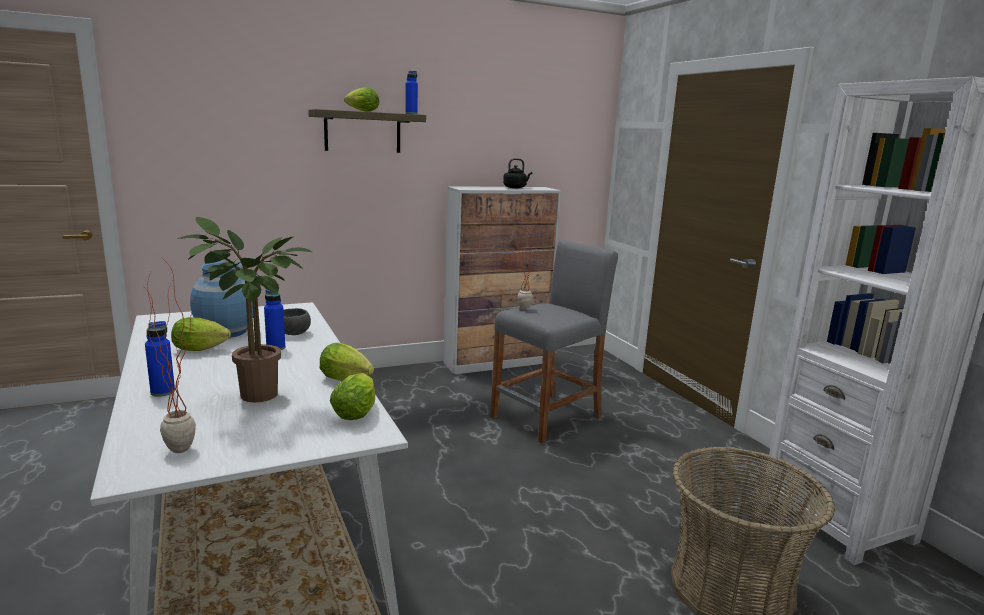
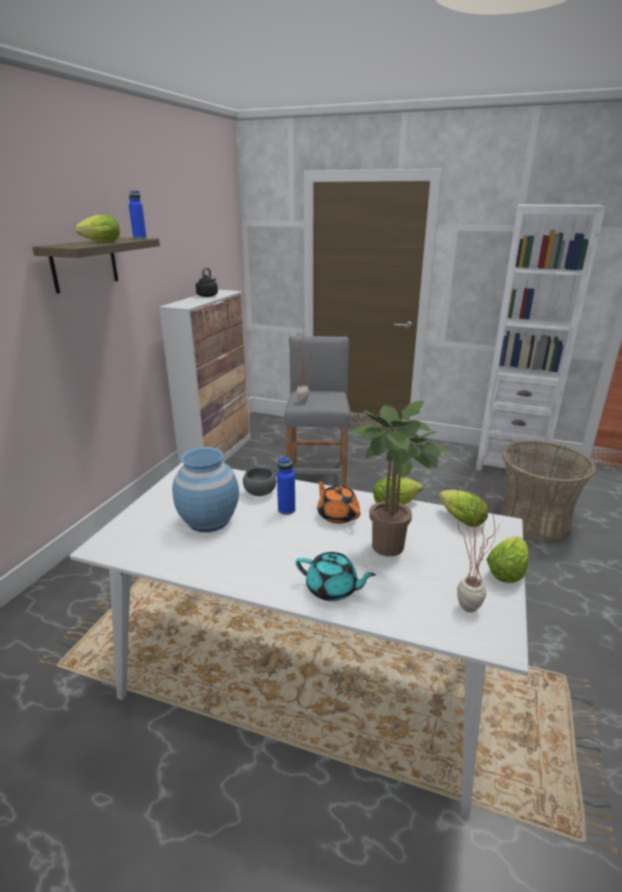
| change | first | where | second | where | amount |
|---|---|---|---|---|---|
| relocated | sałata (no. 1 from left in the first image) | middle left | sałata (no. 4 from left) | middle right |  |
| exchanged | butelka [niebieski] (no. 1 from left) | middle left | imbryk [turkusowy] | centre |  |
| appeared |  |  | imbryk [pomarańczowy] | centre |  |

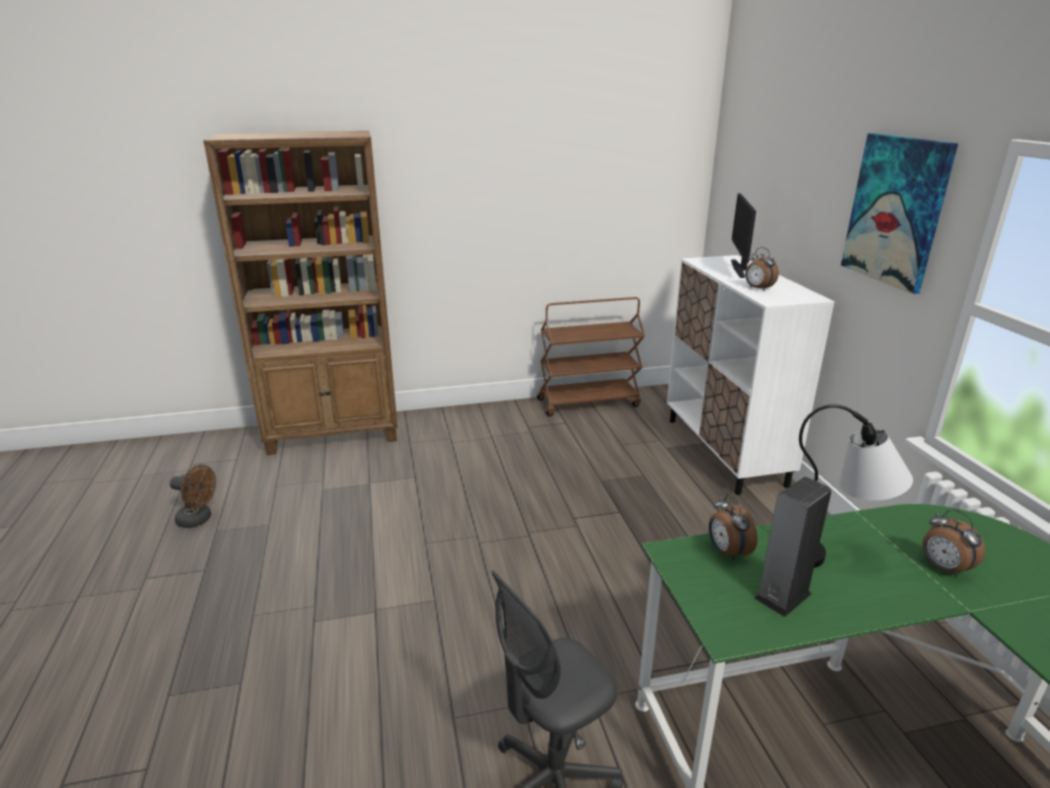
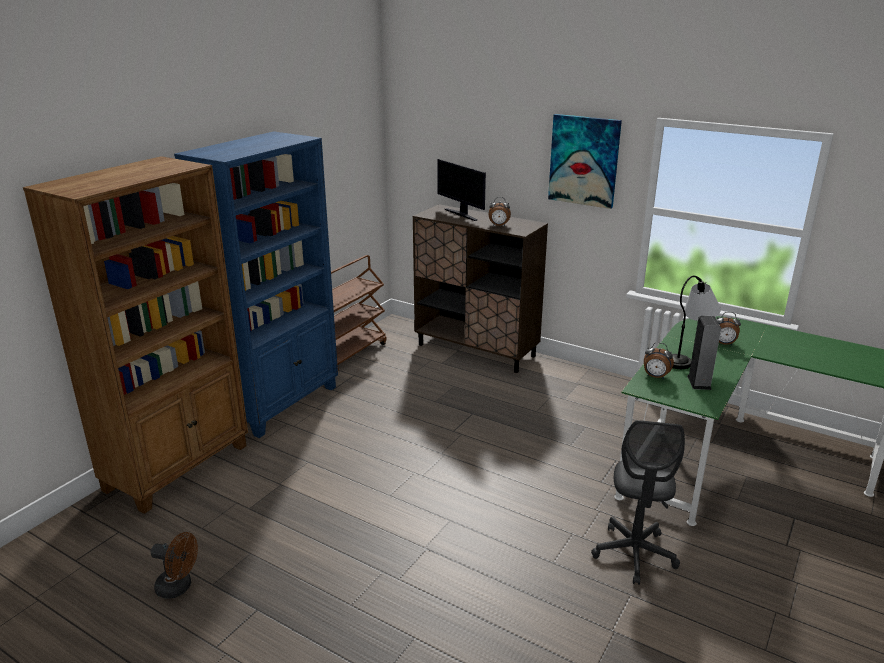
| change | first | where | second | where | amount |
|---|---|---|---|---|---|
| colour | szafka [biały] | middle right | szafka [brązowy] | centre |  |
| spun | wentylator [brązowy] | middle left |  | bottom left | 45 degrees clockwise |
| appeared |  |  | regał [niebieski] | middle left |  |

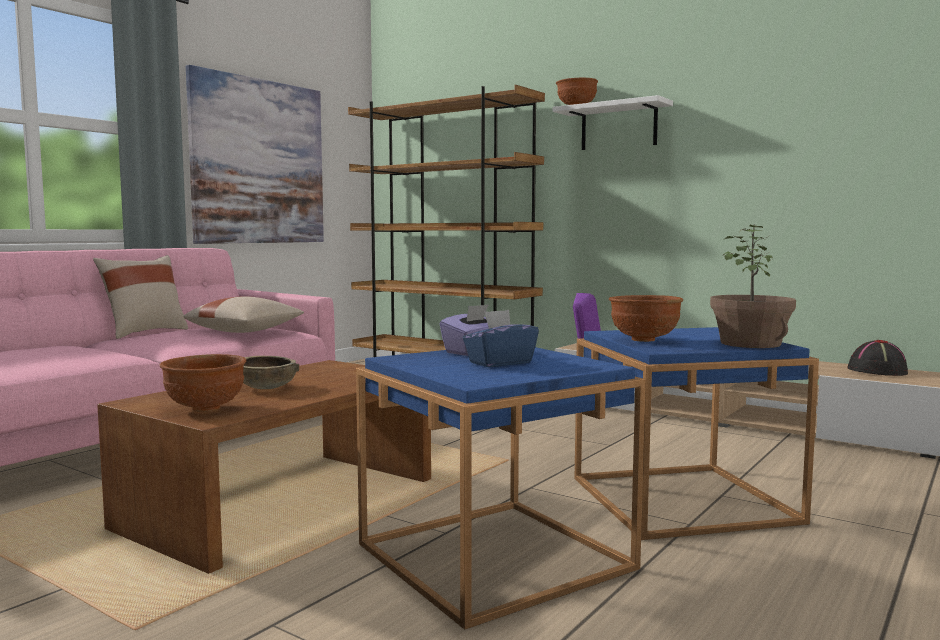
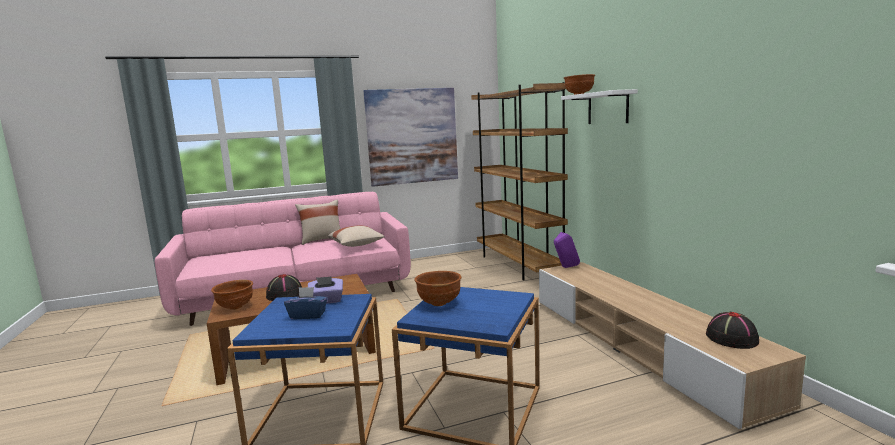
| change | first | where | second | where | amount |
|---|---|---|---|---|---|
| missing | roślina doniczkowa | middle right |  |  |  |
| exchanged | miska [brązowy] (no. 2 from left) | middle left | kapelusz [czarny] (no. 1 from left) | middle left |  |

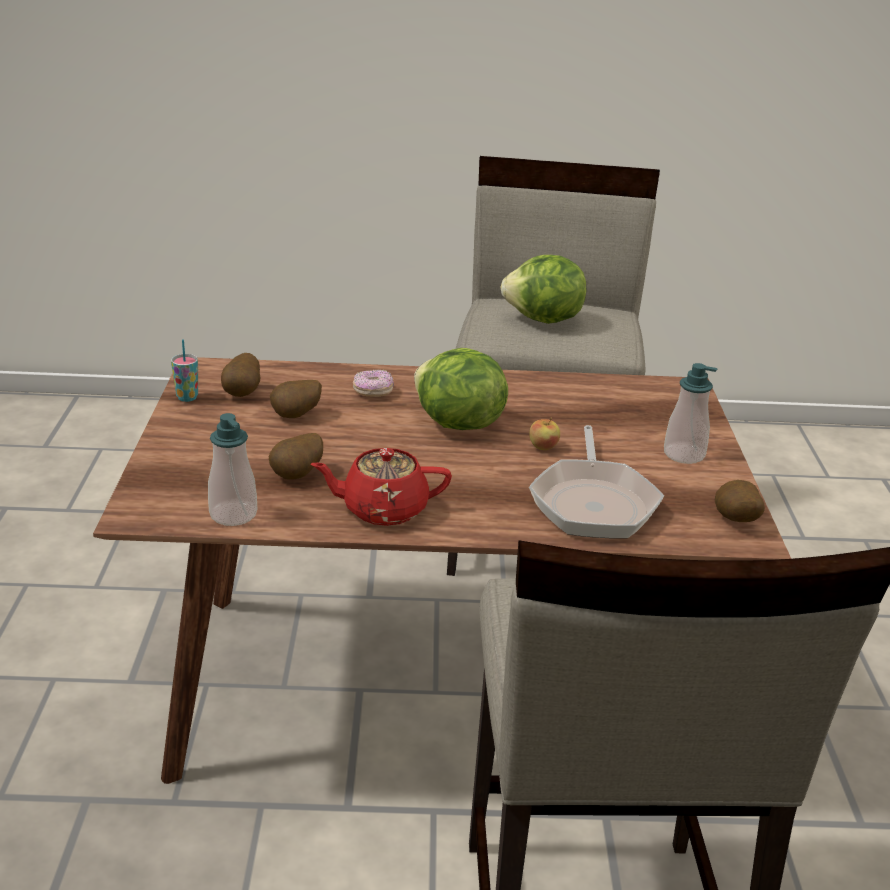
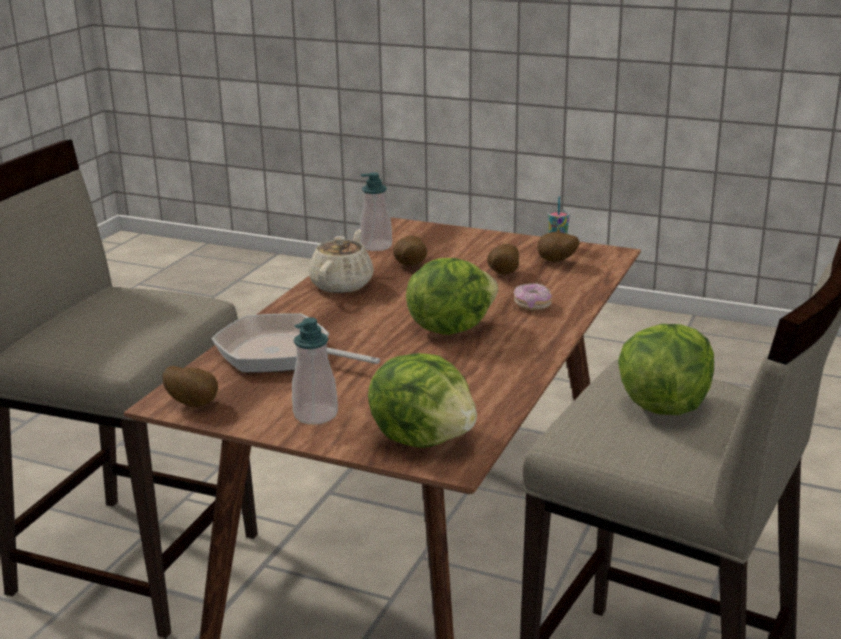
| change | first | where | second | where | amount |
|---|---|---|---|---|---|
| missing | jabłko | centre |  |  |  |
| colour | imbryk [czerwony] | centre | imbryk [beżowy] | centre |  |
| appeared |  |  | sałata (no. 1 from left) | centre |  |

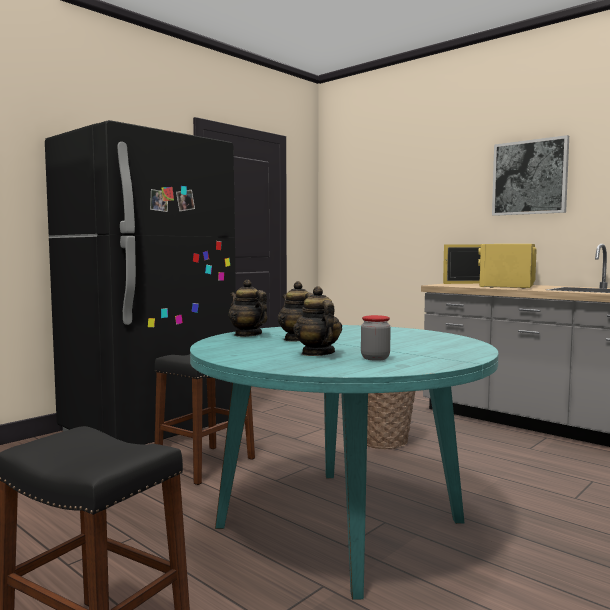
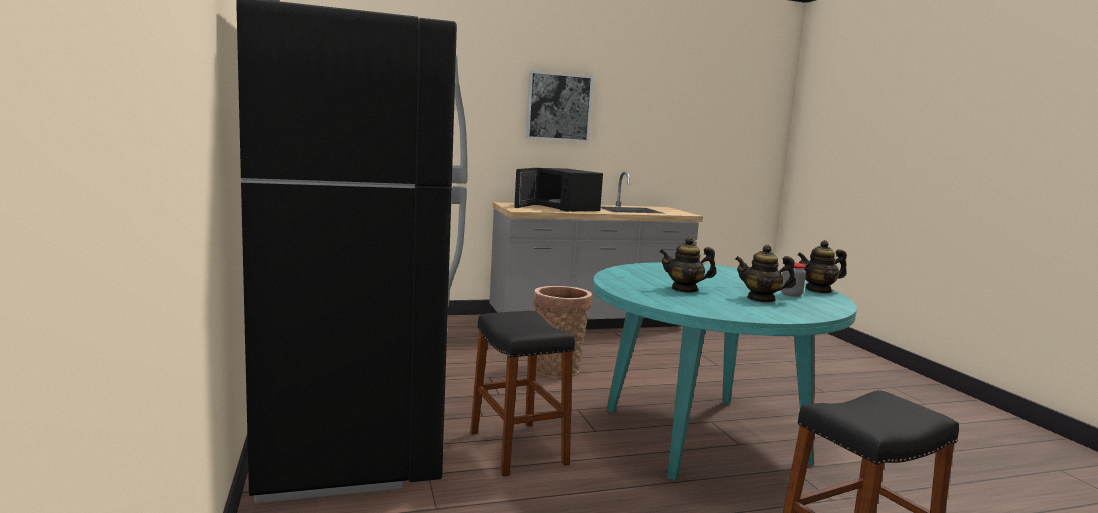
| change | first | where | second | where | amount |
|---|---|---|---|---|---|
| colour | mikrofalówka [żółty] | middle right | mikrofalówka [czarny] | centre |  |
| relocated | imbryk (no. 1 from left in the first image) | centre | imbryk (no. 3 from left) | middle right |  |

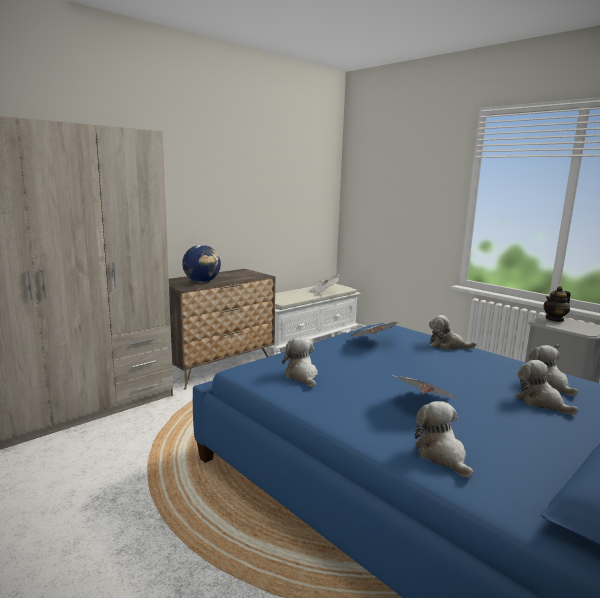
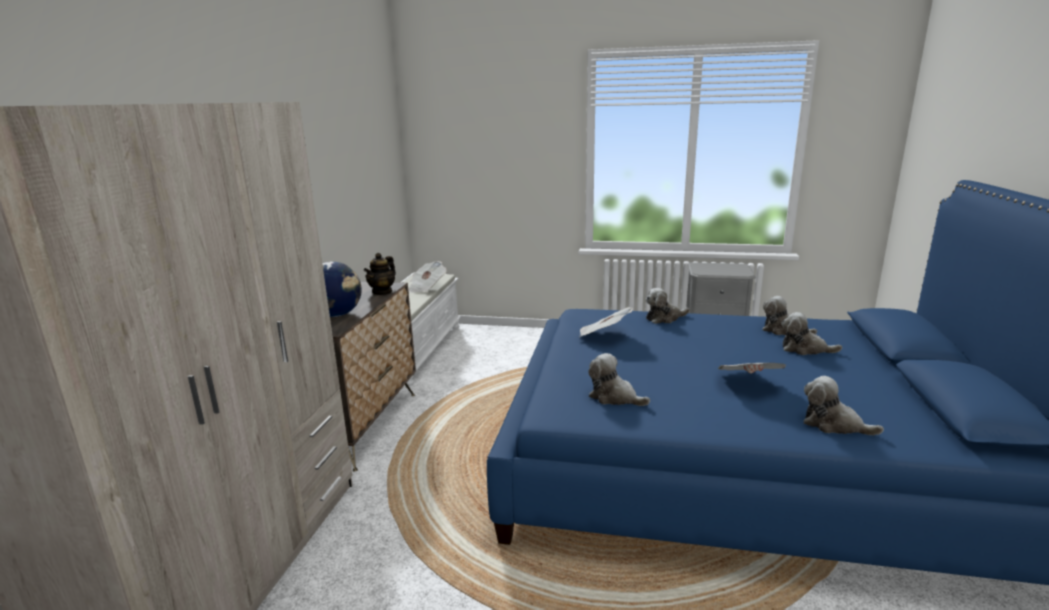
| change | first | where | second | where | amount |
|---|---|---|---|---|---|
| relocated | imbryk | middle right |  | centre |  |

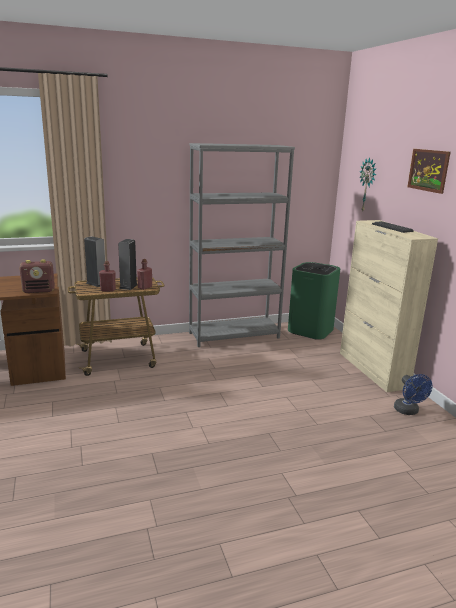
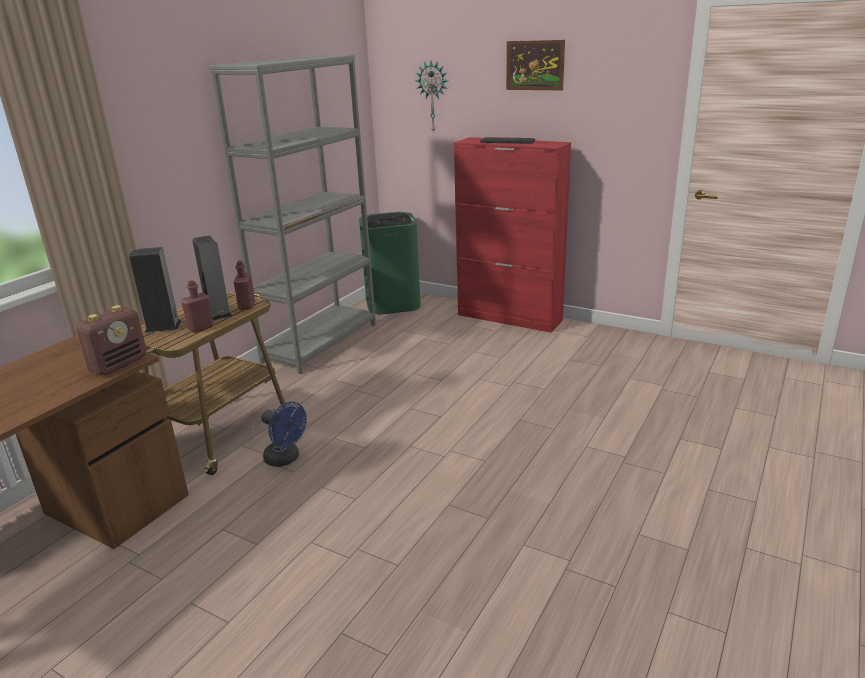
| change | first | where | second | where | amount |
|---|---|---|---|---|---|
| colour | szafka [beżowy] | middle right | szafka [czerwony] | centre |  |
| relocated | wentylator [niebieski] | middle right |  | middle left |  |

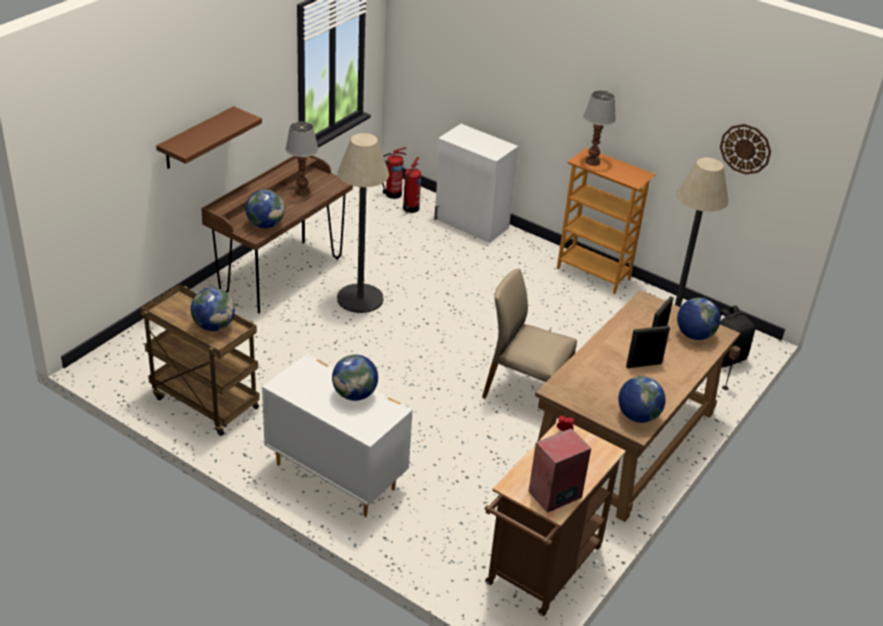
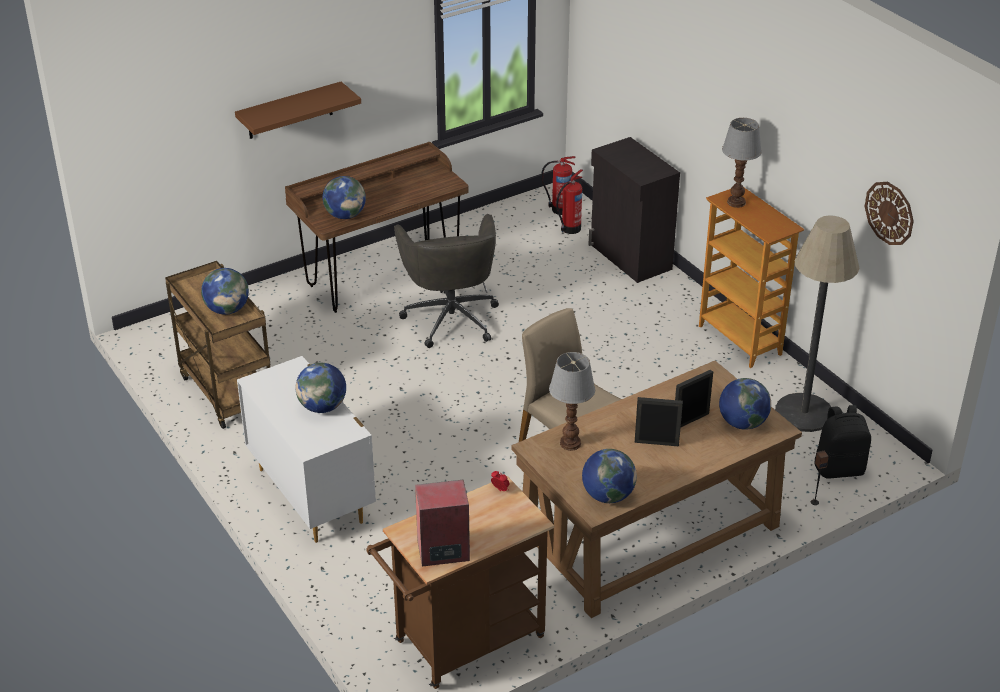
| change | first | where | second | where | amount |
|---|---|---|---|---|---|
| relocated | lampa stołowa (no. 1 from left) | top centre |  | centre |  |
| colour | szafka [biały] | top centre | szafka [czarny] | top centre |  |
| exchanged | lampa stojąca (no. 1 from left) | centre | krzesło biurowe [szary] | centre |  |

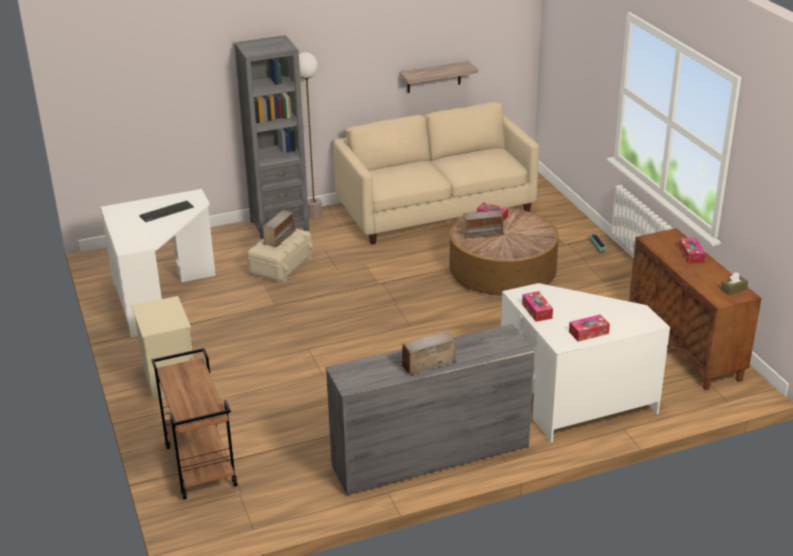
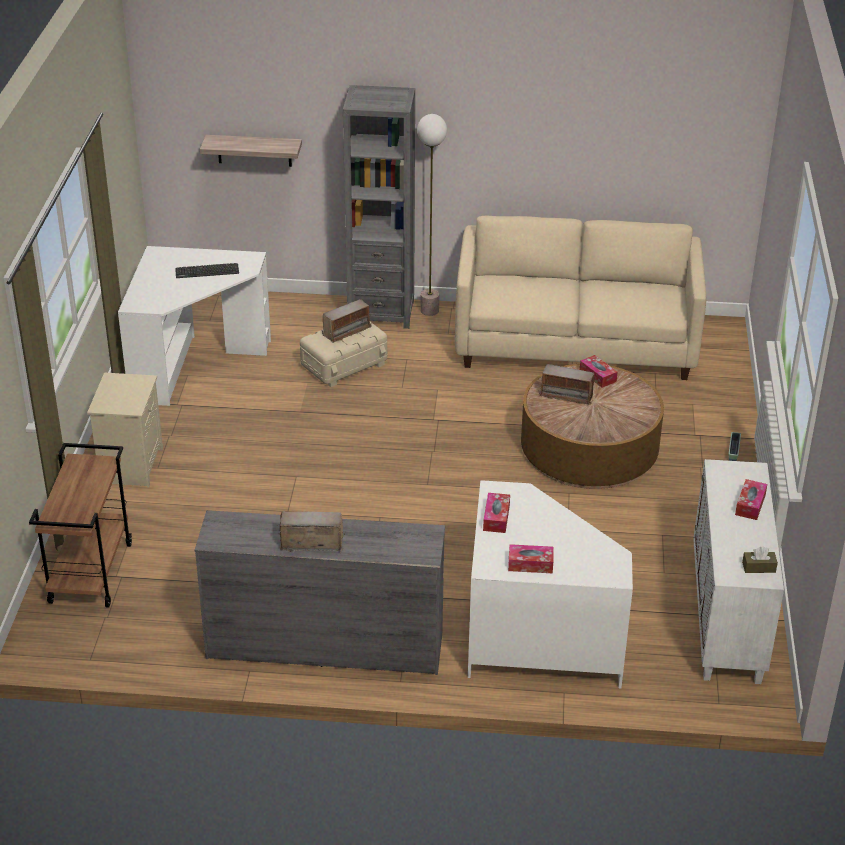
| change | first | where | second | where | amount |
|---|---|---|---|---|---|
| relocated | półka | top centre |  | top left |  |
| colour | szafka [brązowy] | middle right | szafka [biały] | bottom right |  |

